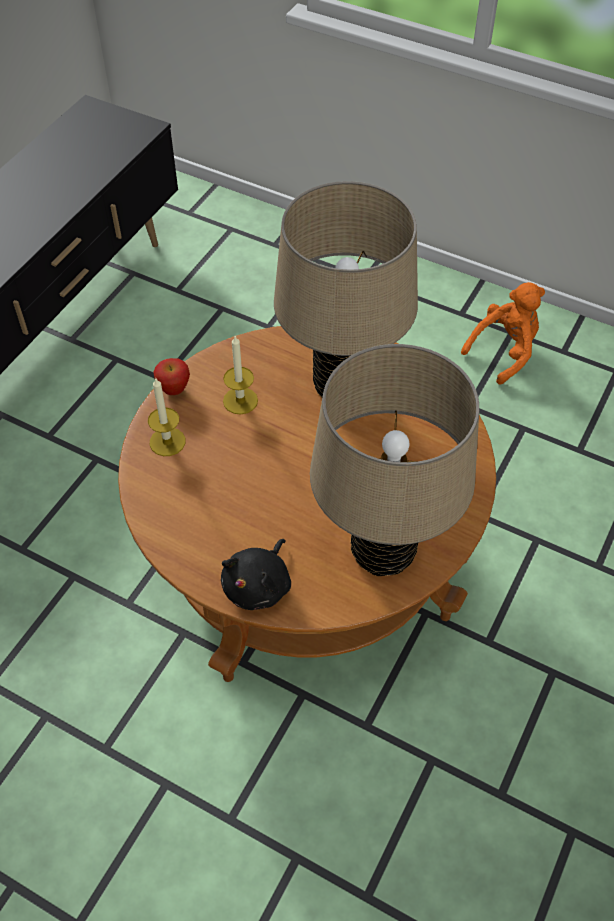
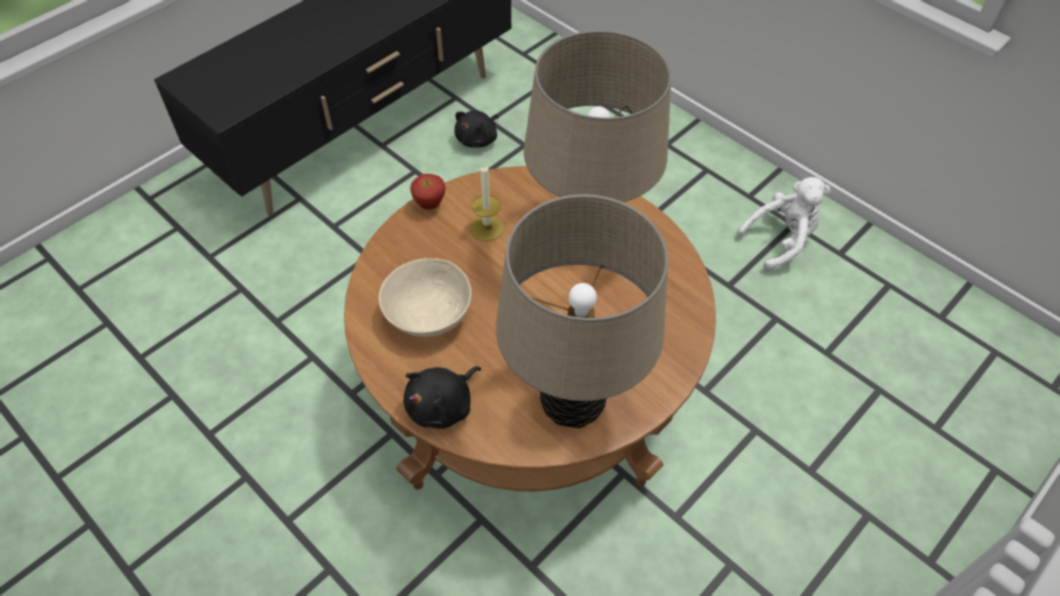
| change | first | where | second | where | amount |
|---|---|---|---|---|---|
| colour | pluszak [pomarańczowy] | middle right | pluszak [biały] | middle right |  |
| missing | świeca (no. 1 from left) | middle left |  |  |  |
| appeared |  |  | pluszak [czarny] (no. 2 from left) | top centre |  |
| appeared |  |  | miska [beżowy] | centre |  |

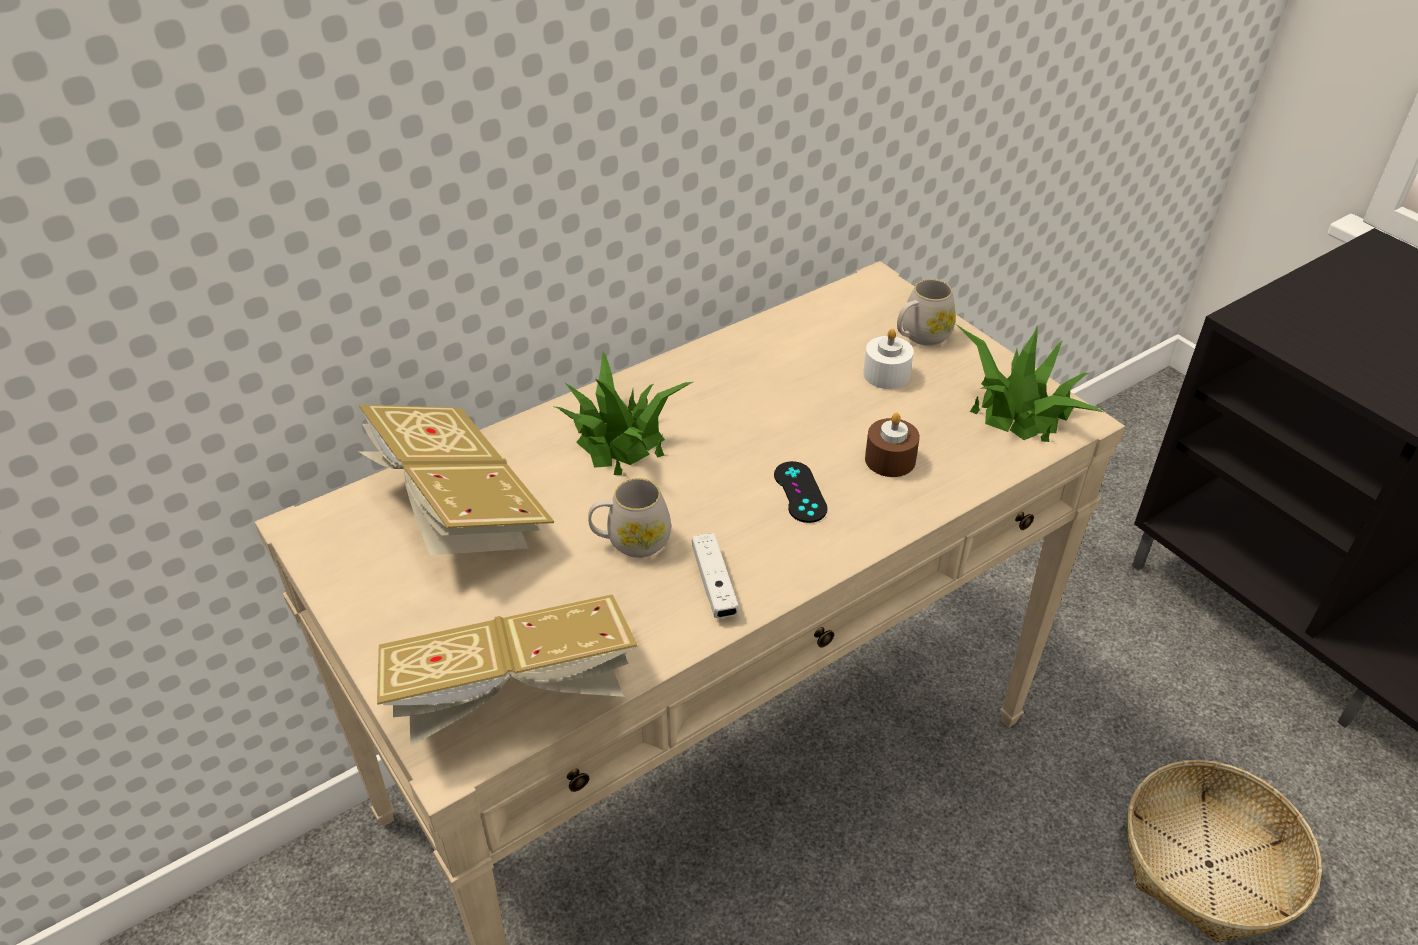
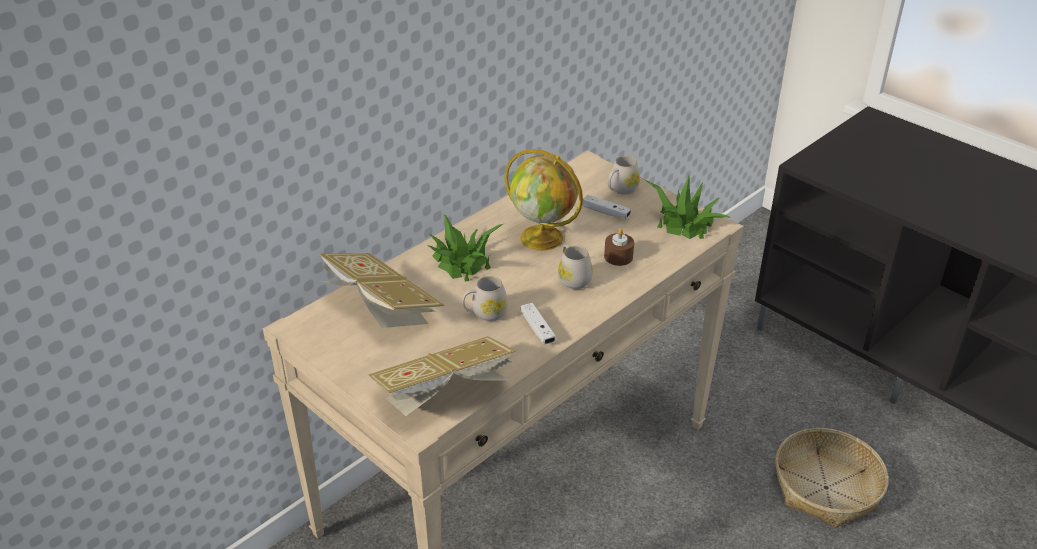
| change | first | where | second | where | amount |
|---|---|---|---|---|---|
| exchanged | świeca [biały] | centre | pad do gier [biały] (no. 2 from left) | centre |  |
| exchanged | pad do gier [czarny] | centre | kubek [biały] (no. 2 from left) | centre |  |
| appeared |  |  | globus | centre |  |

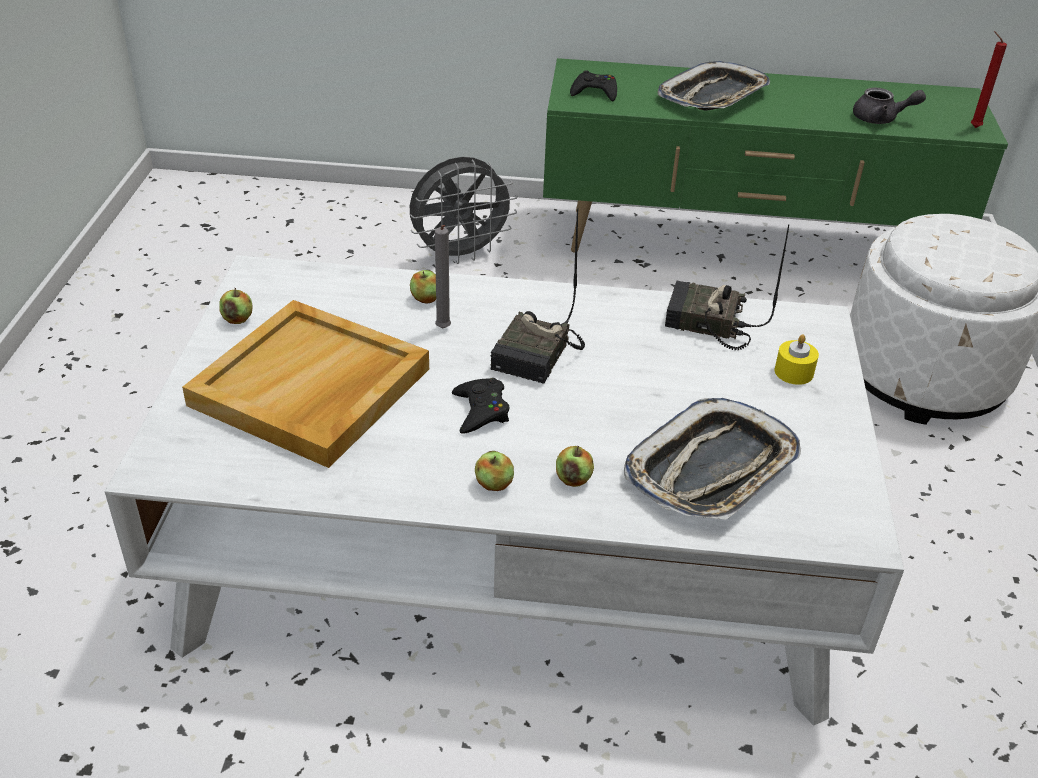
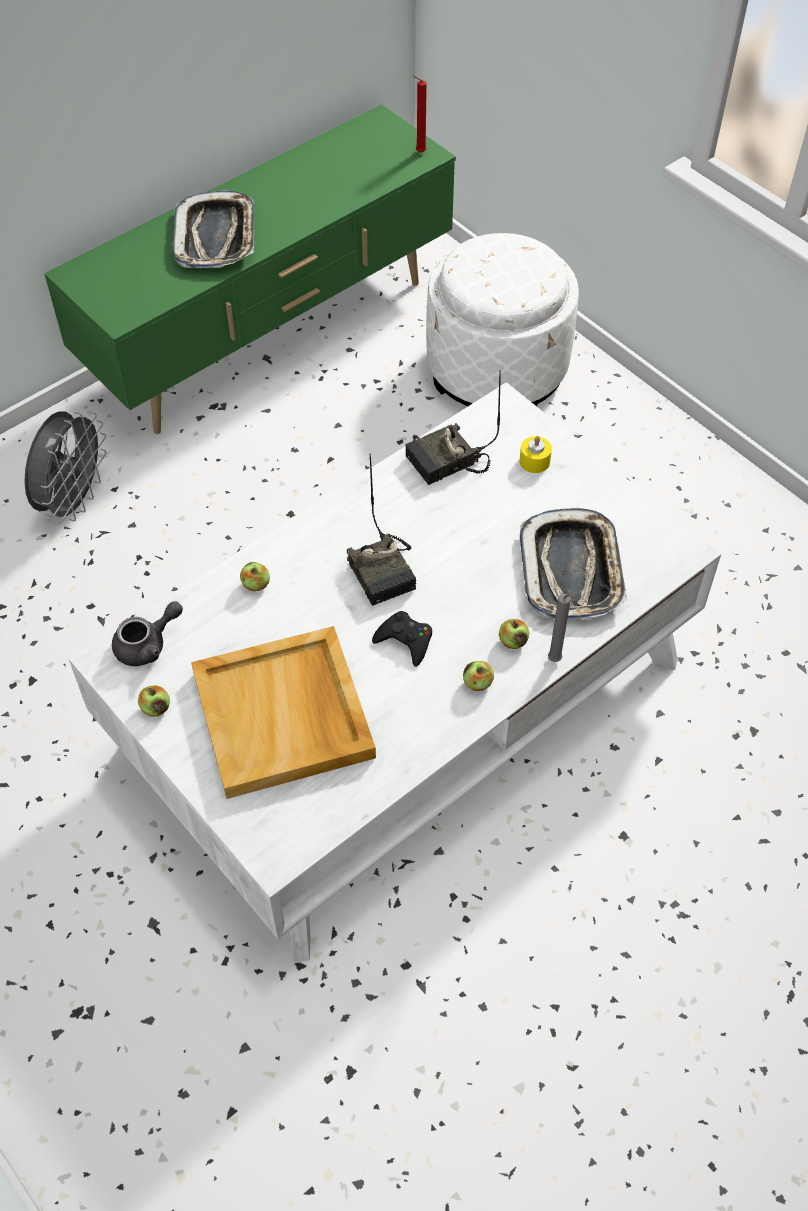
| change | first | where | second | where | amount |
|---|---|---|---|---|---|
| missing | pad do gier [czarny] (no. 2 from left) | top centre |  |  |  |
| relocated | imbryk [szary] | top right |  | middle left |  |
| relocated | świeca [szary] | centre |  | middle right |  |

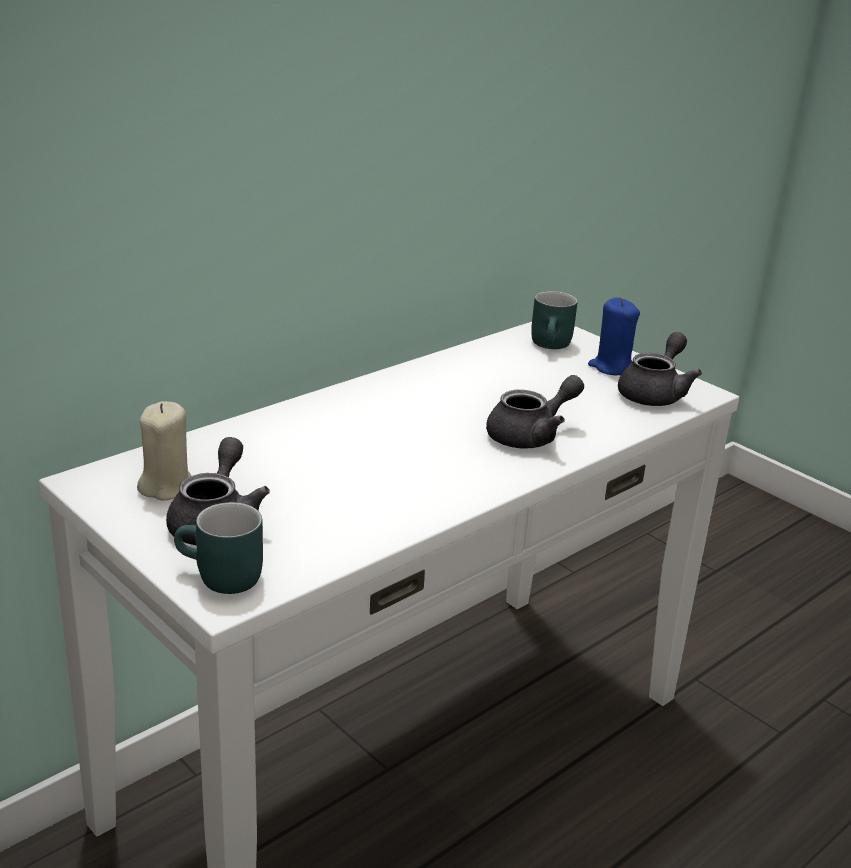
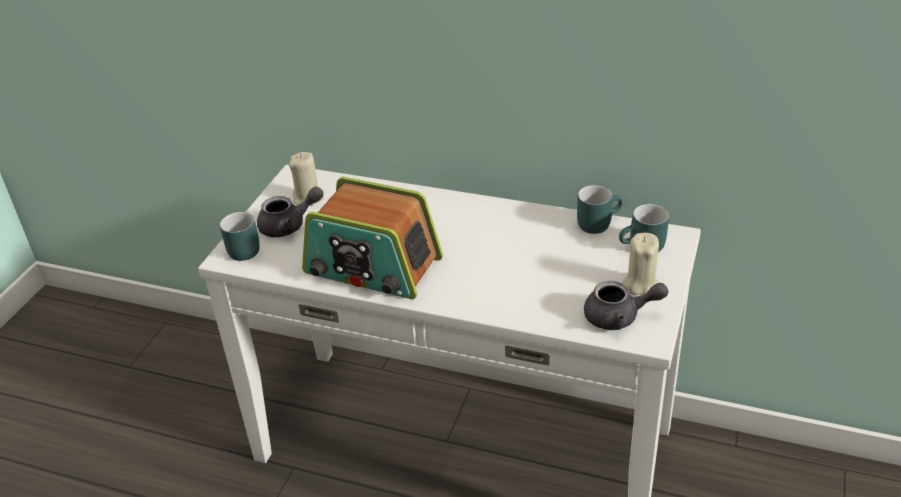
| change | first | where | second | where | amount |
|---|---|---|---|---|---|
| colour | świeca [niebieski] | middle right | świeca [beżowy] (no. 2 from left) | middle right |  |
| missing | imbryk [szary] (no. 2 from left) | centre |  |  |  |
| appeared |  |  | radio | centre |  |
| appeared |  |  | kubek [turkusowy] (no. 2 from left) | centre |  |

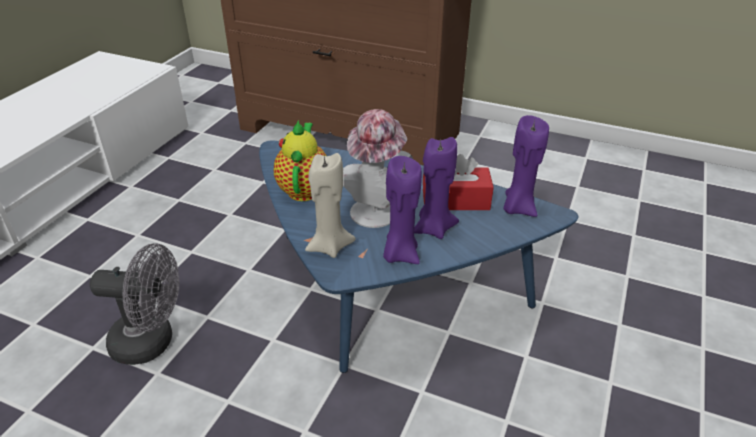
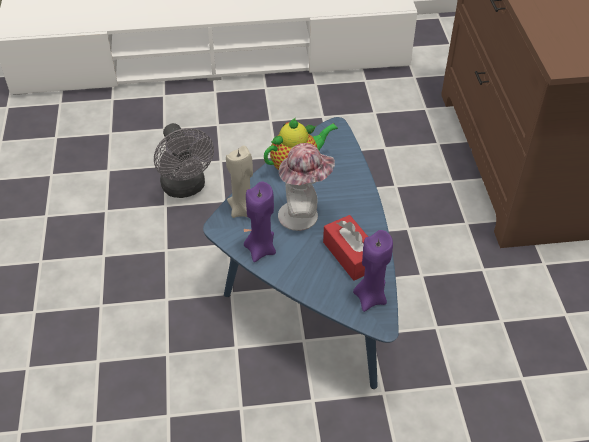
| change | first | where | second | where | amount |
|---|---|---|---|---|---|
| missing | świeca [fioletowy] (no. 2 from left) | centre |  |  |  |

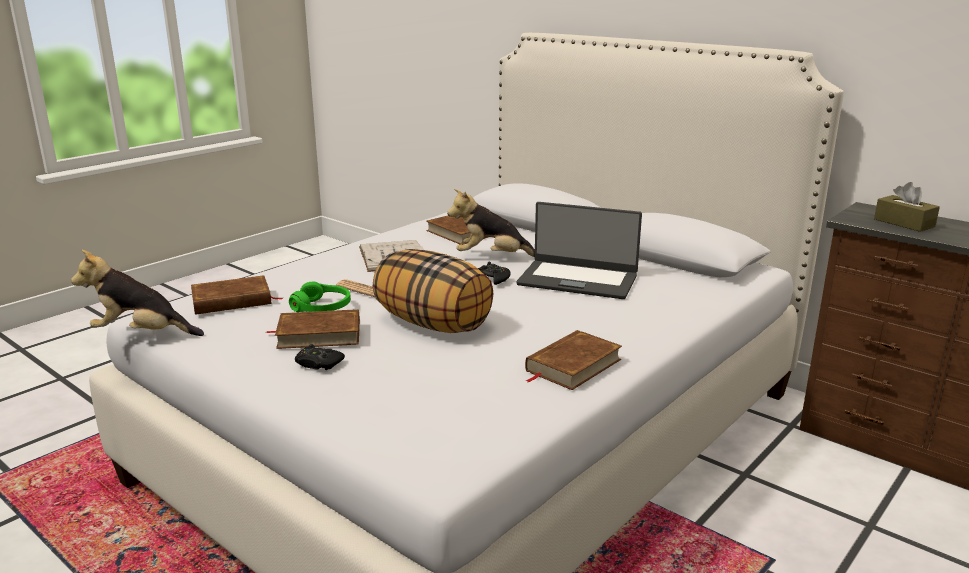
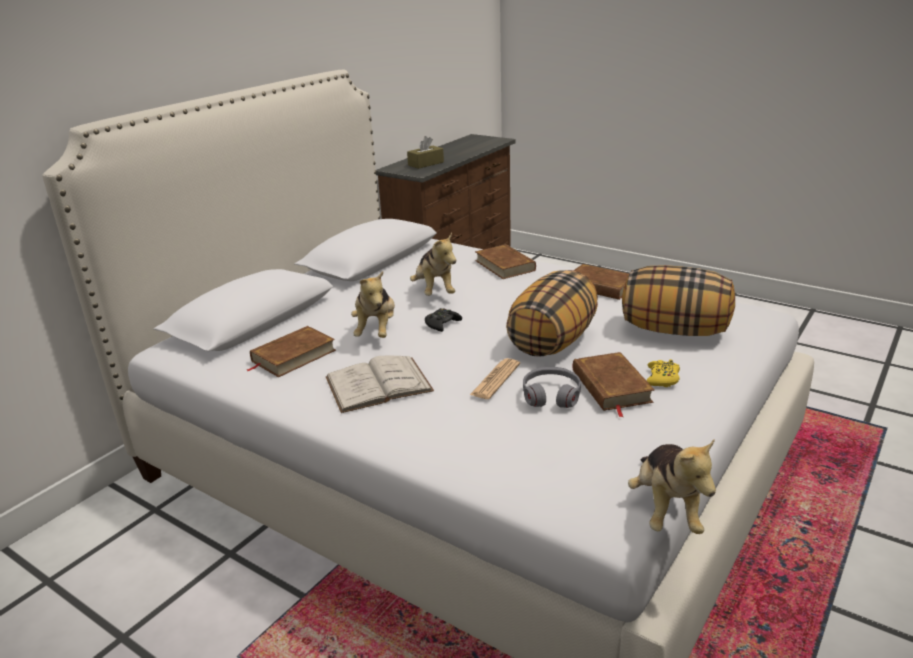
| change | first | where | second | where | amount |
|---|---|---|---|---|---|
| exchanged | laptop | centre | pluszak (no. 2 from left) | centre |  |
| relocated | książka [brązowy] (no. 1 from left in the first image) | middle left | książka [brązowy] (no. 2 from left) | centre |  |
| colour | słuchawki [zielony] | middle left | słuchawki [szary] | centre |  |
| colour | pad do gier [czarny] (no. 1 from left) | middle left | pad do gier [żółty] | middle right |  |
| appeared |  |  | poduszka (no. 2 from left) | middle right |  |

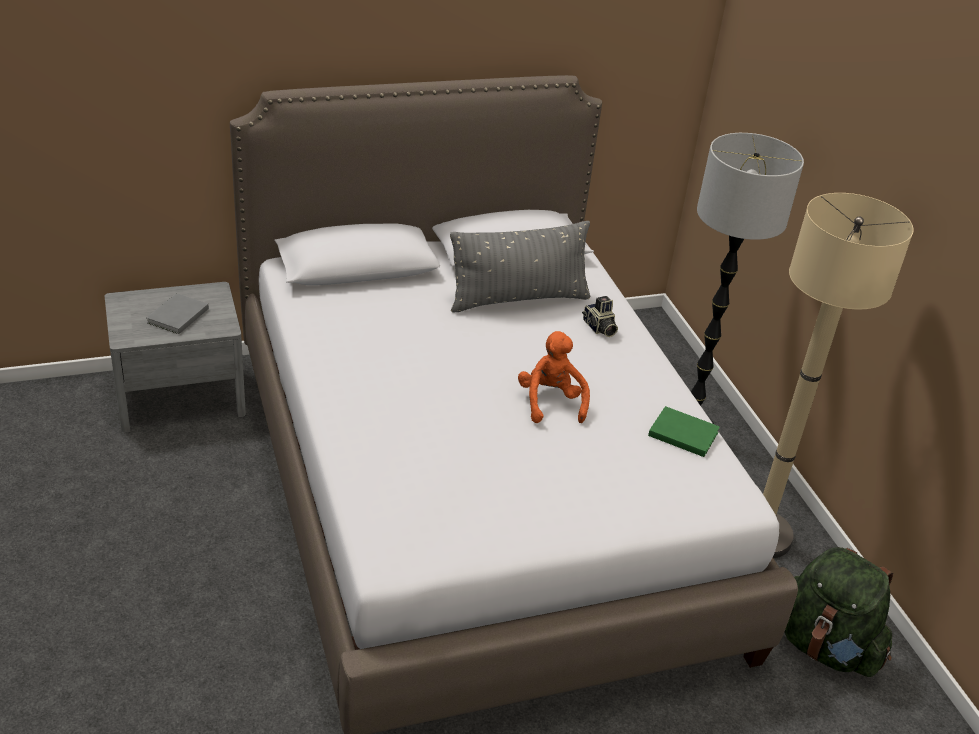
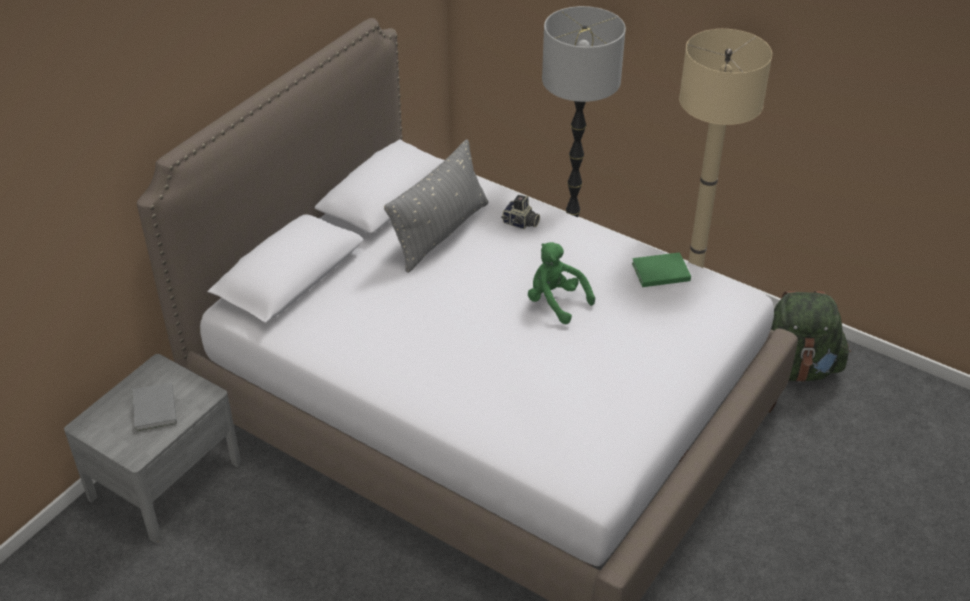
| change | first | where | second | where | amount |
|---|---|---|---|---|---|
| colour | pluszak [pomarańczowy] | centre | pluszak [zielony] | centre |  |

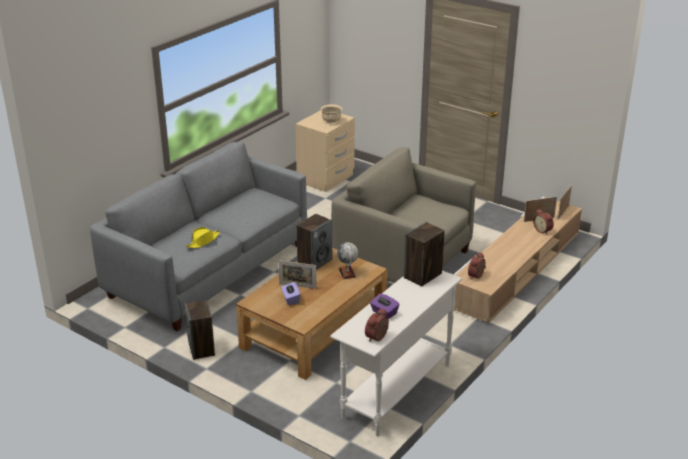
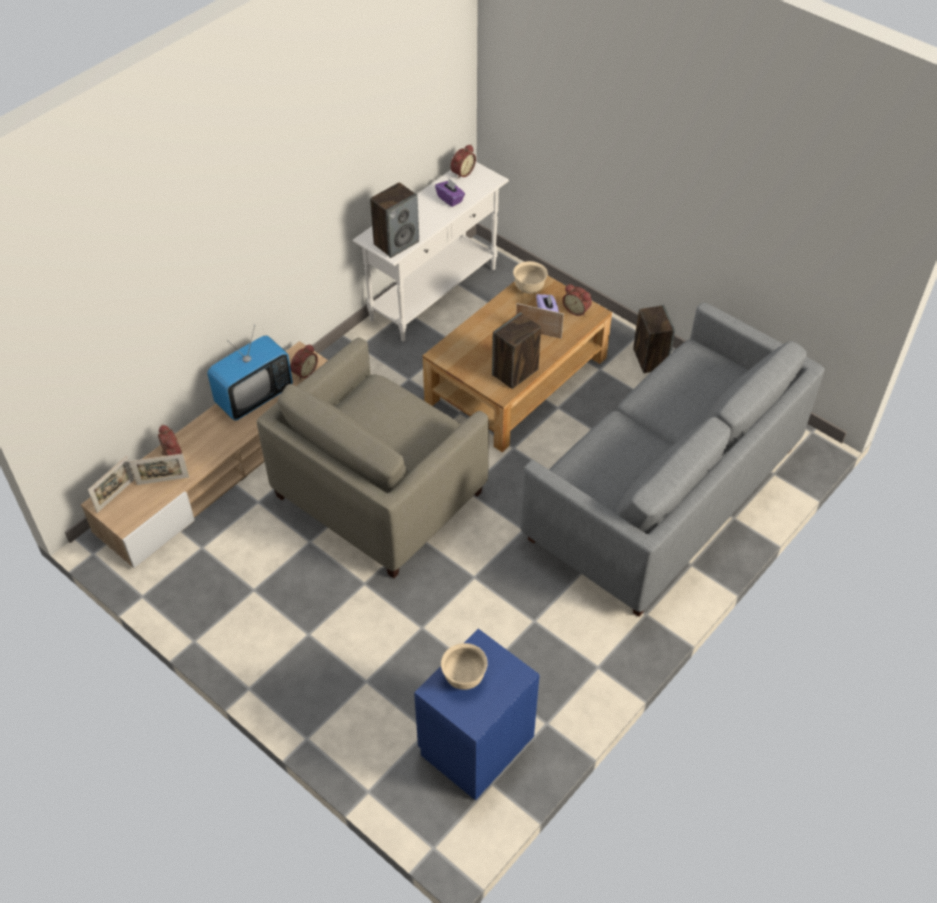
| change | first | where | second | where | amount |
|---|---|---|---|---|---|
| colour | szafka nocna [beżowy] | top centre | szafka nocna [niebieski] | bottom centre |  |
| spun | fotel [beżowy] | centre |  | centre | 90 degrees clockwise |
| missing | kapelusz [żółty] | middle left |  |  |  |
| missing | globus | centre |  |  |  |
| appeared |  |  | miska [beżowy] (no. 2 from left) | top centre |  |
| appeared |  |  | budzik (no. 4 from left) | top centre |  |
| appeared |  |  | telewizor | middle left |  |

